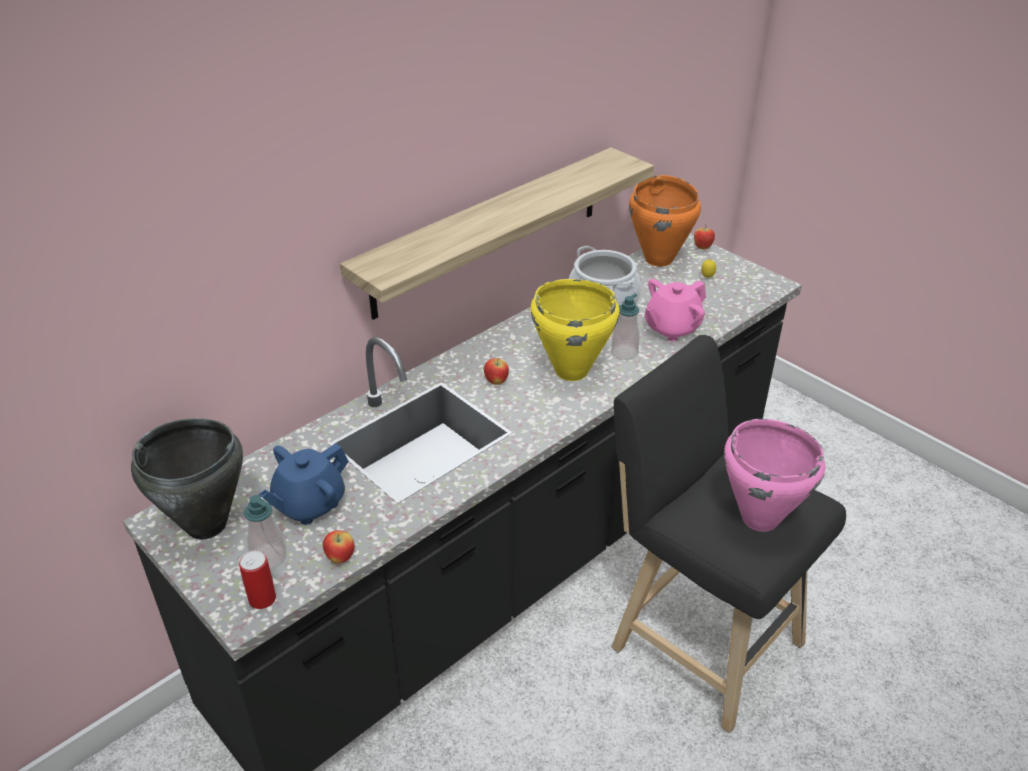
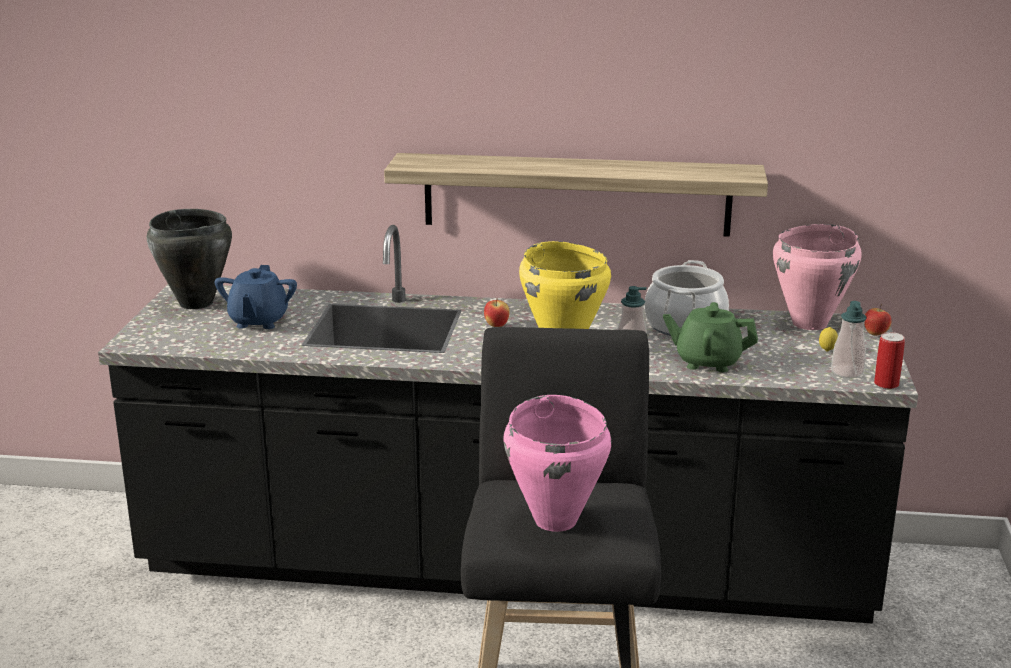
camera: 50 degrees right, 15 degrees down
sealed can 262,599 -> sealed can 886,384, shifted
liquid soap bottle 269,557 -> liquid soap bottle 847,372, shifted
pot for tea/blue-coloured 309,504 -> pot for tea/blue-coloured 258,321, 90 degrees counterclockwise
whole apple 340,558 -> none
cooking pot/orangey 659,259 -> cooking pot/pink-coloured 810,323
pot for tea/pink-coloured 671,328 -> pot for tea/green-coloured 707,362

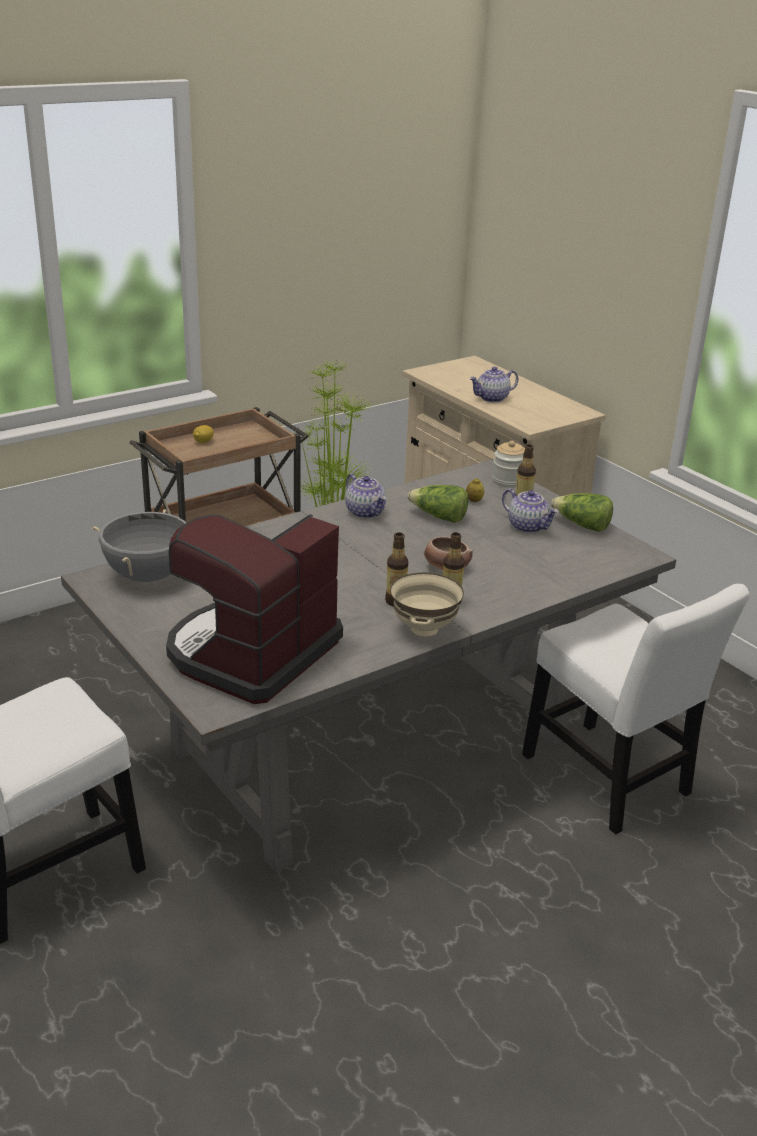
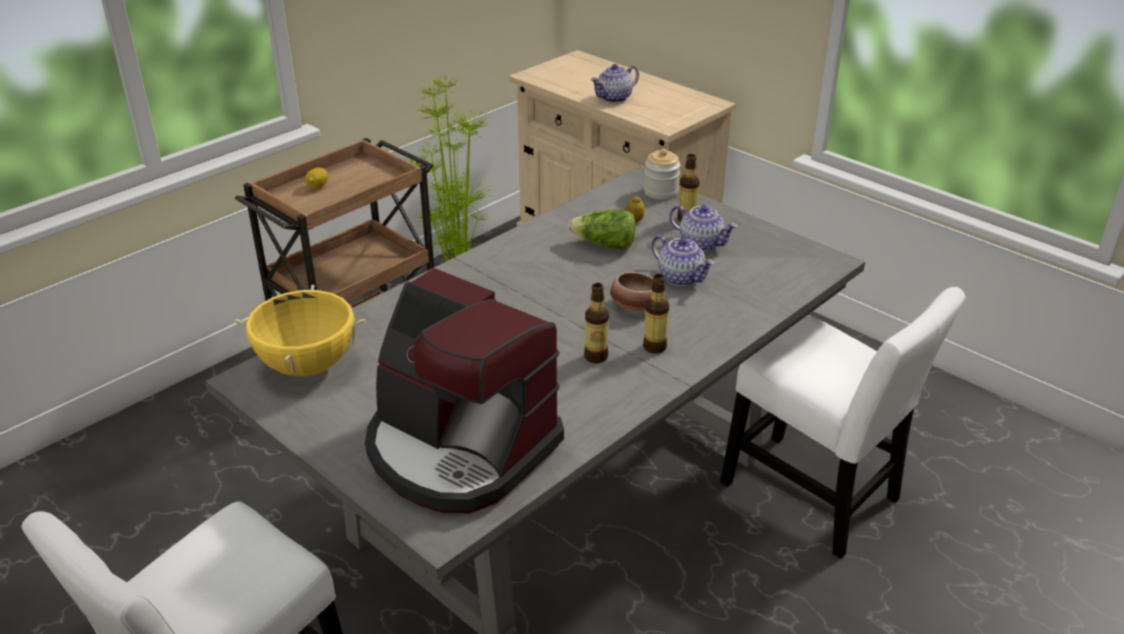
camera: 10 degrees left, 5 degrees up
cooking pot/gray 148,576 -> cooking pot/yellow-coloured 307,366
coffee maker 251,653 -> coffee maker 459,449, 75 degrees counterclockwise
pot for tea 366,512 -> pot for tea 681,277, shifted
bowl/sand-coloured 423,629 -> none
lettuce 582,525 -> none

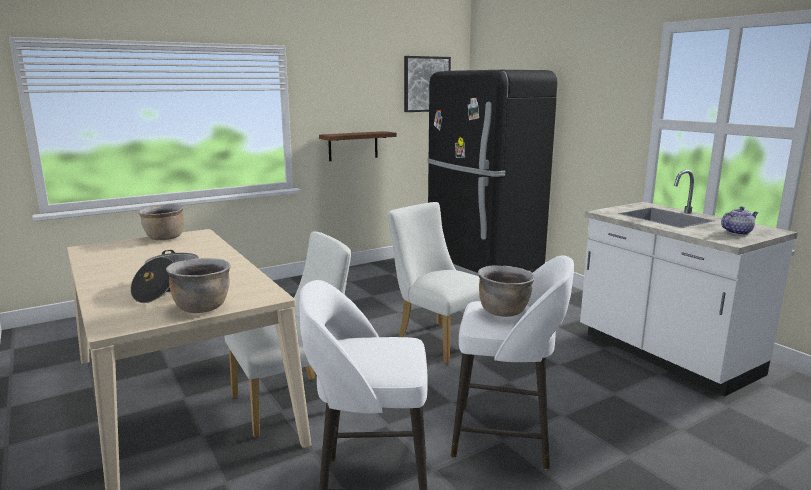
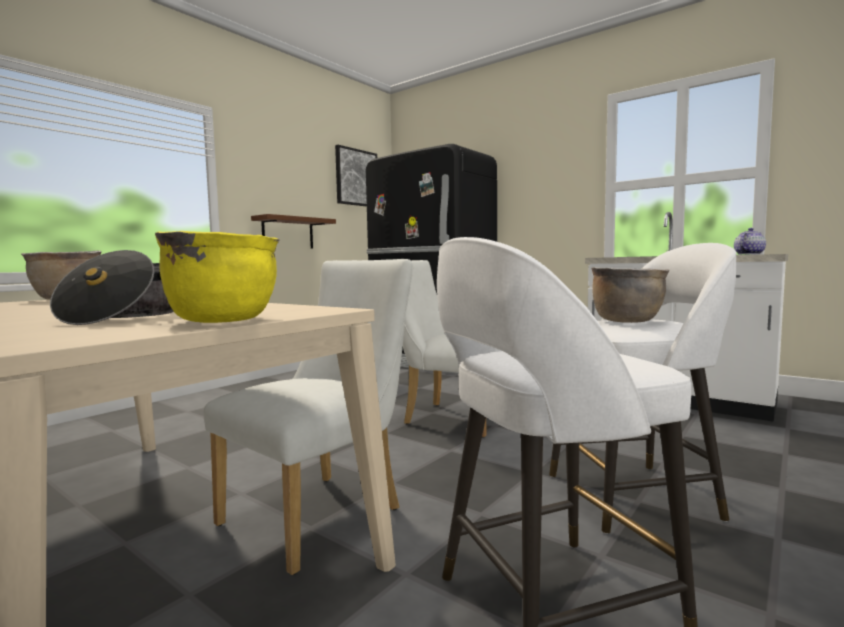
camera: 20 degrees left, 10 degrees down
cooking pot/brown 202,307 -> cooking pot/yellow-coloured 223,320

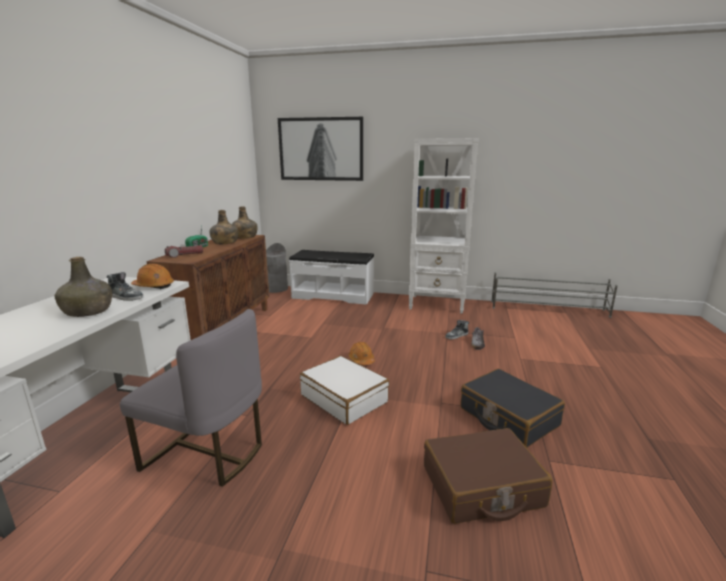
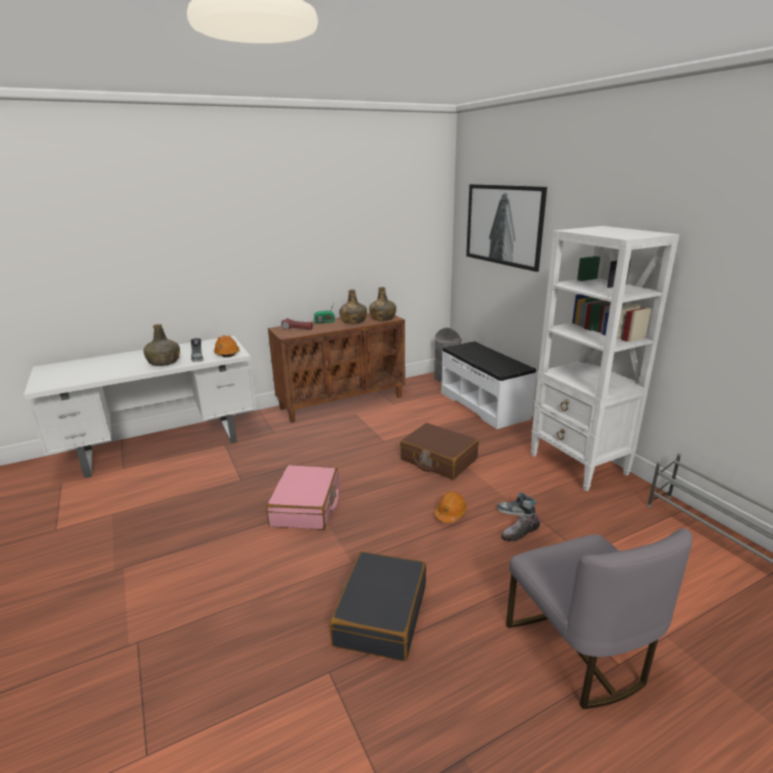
camera: 50 degrees right, 5 degrees up
plain chair/gray 207,453 -> plain chair/gray 578,651, shifted
suitcase/whitish 344,398 -> suitcase/pink-coloured 306,506
work helmet/orangey 361,360 -> work helmet/orangey 450,513, shifted
suitcase/brown 482,487 -> suitcase/brown 438,459, shifted

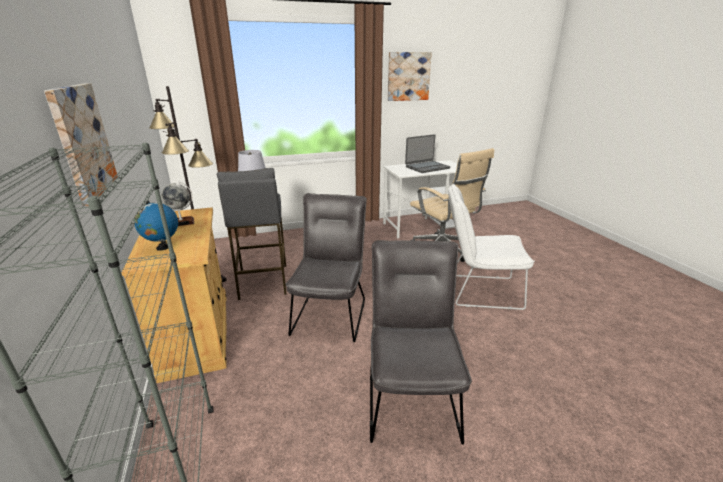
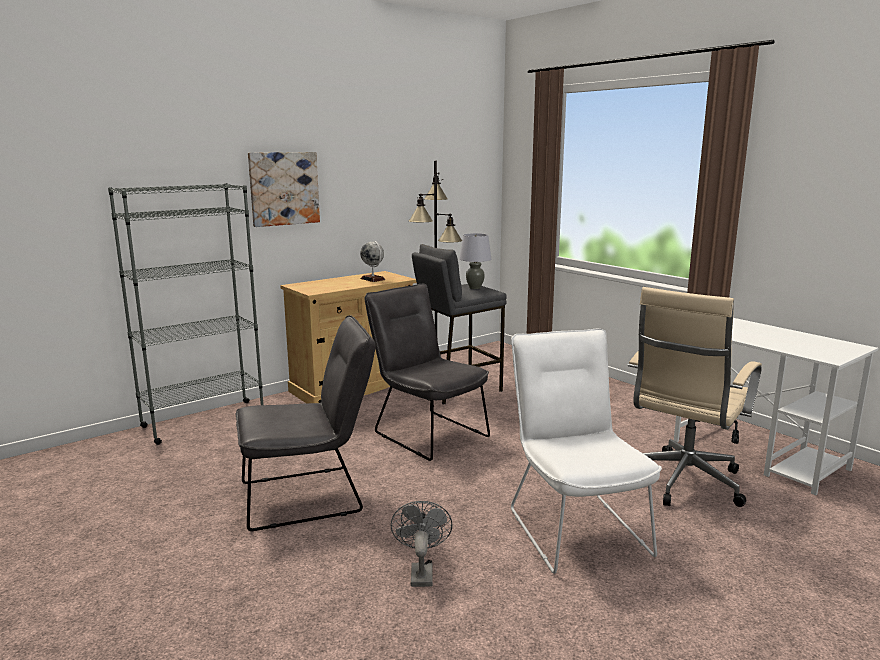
camera: 70 degrees right, 10 degrees down
world globe 162,247 -> none
plain chair/gray 331,313 -> plain chair/gray 426,432, 120 degrees counterclockwise
wall picture 408,76 -> none
laptop 427,167 -> none
none -> cooling fan/gray 421,572

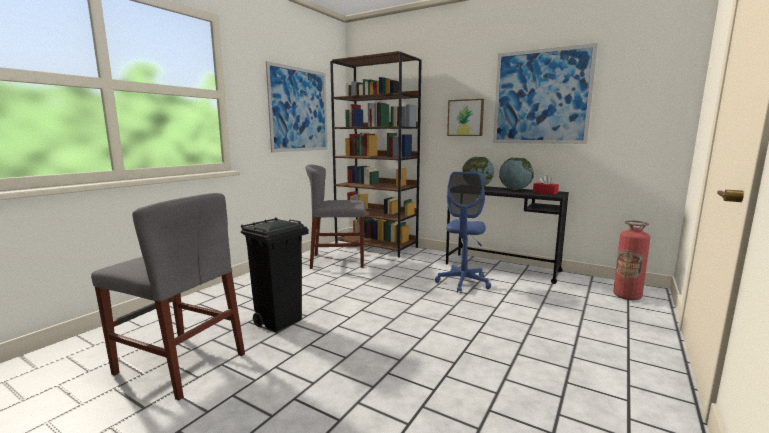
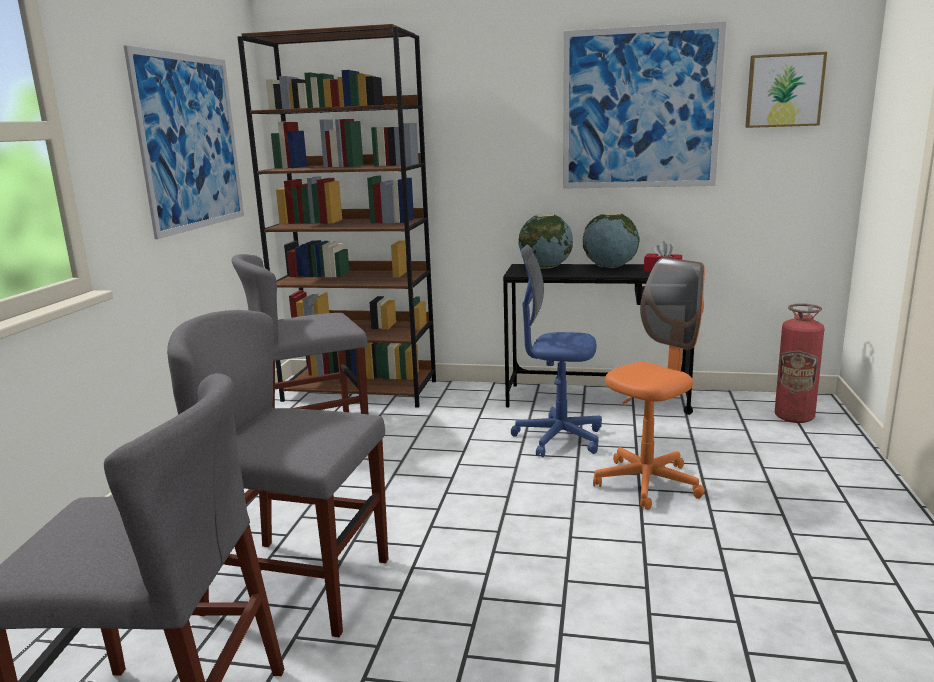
camera: 20 degrees left, 5 degrees up
trash can/black-coloured 280,321 -> plain chair/gray 299,585
office chair/blue-coloured 463,283 -> office chair/blue-coloured 558,438, 105 degrees clockwise
wall picture 465,118 -> wall picture 784,90, shifted
none -> office chair/orangey 647,483

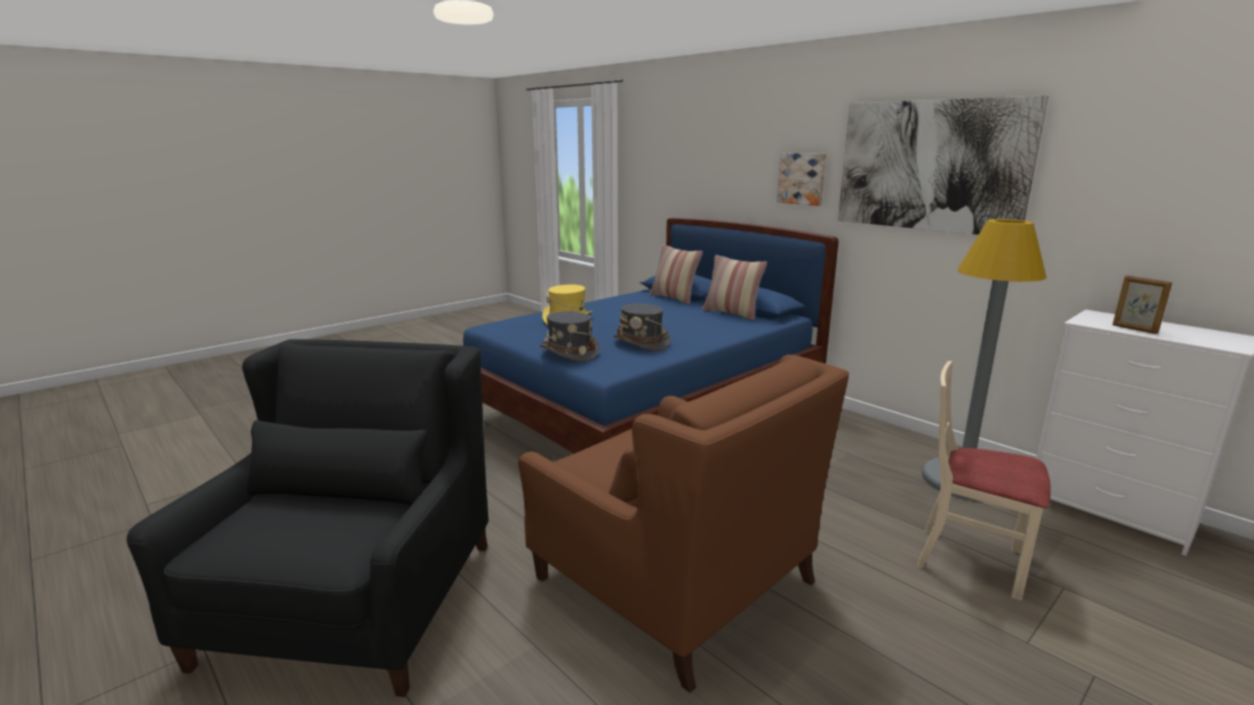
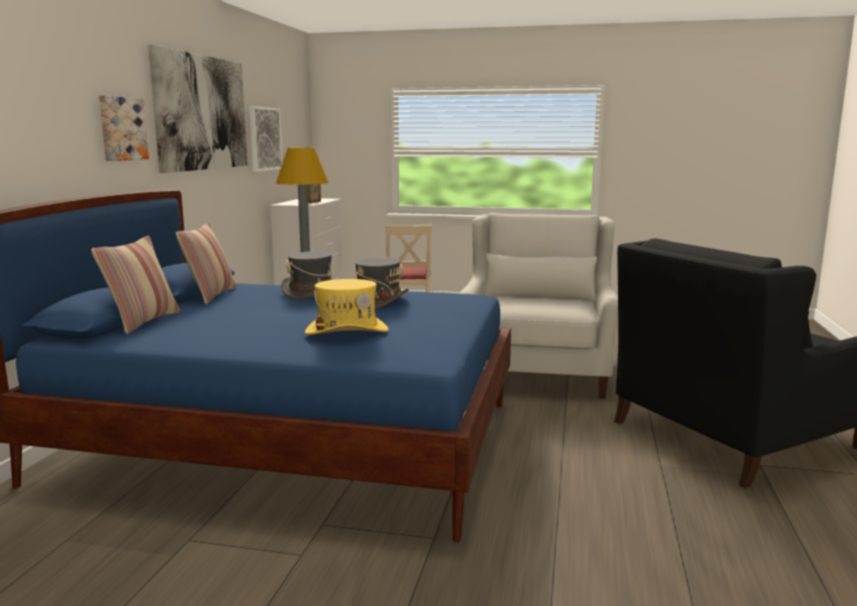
camera: 125 degrees left, 5 degrees down
easy chair/brown 673,579 -> easy chair/whitish 536,371
clothing hat/gray 569,353 -> clothing hat/gray 311,292, shifted
none -> wall picture 264,139

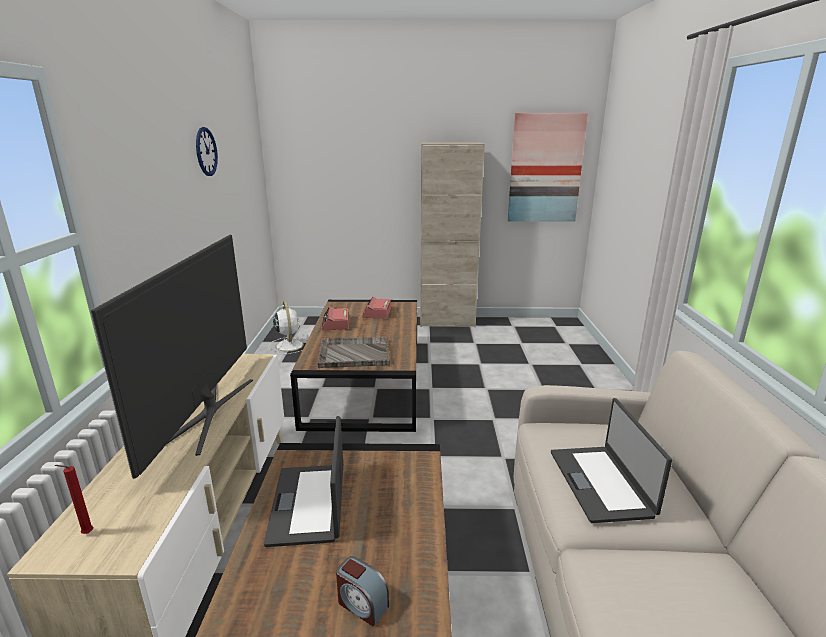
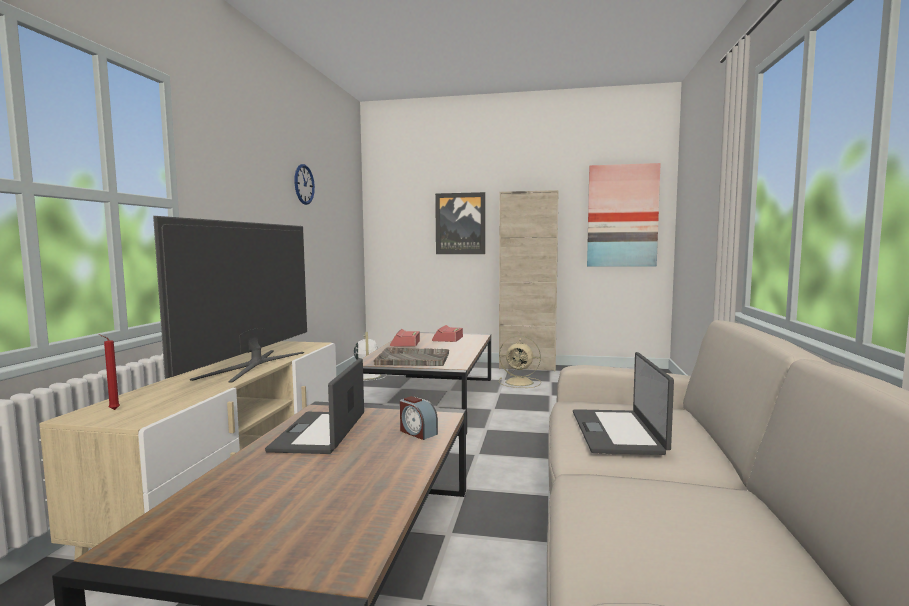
camera: 10 degrees right, 15 degrees down
table clock 362,604 -> table clock 417,432, shifted
none -> wall picture 460,223
none -> cooling fan/sand-coloured 520,382

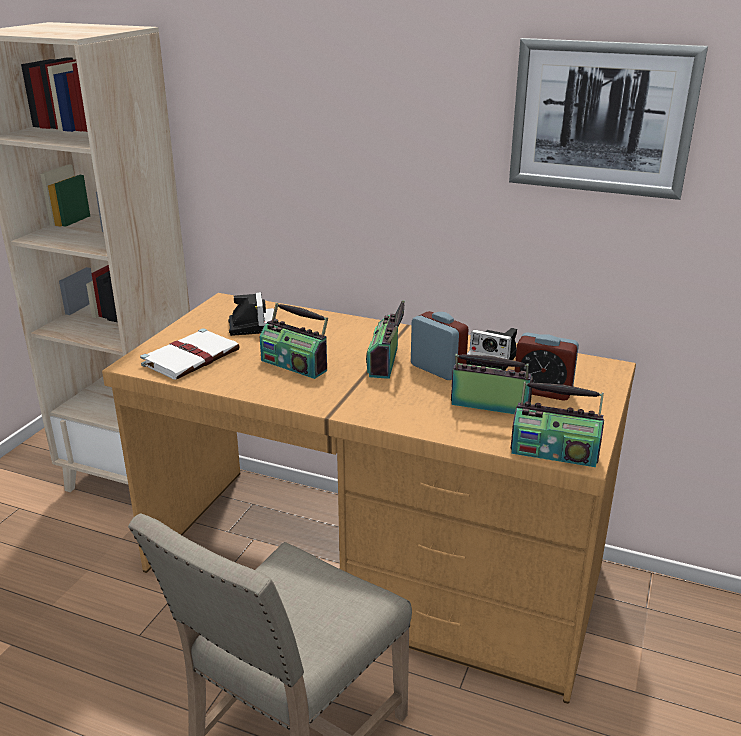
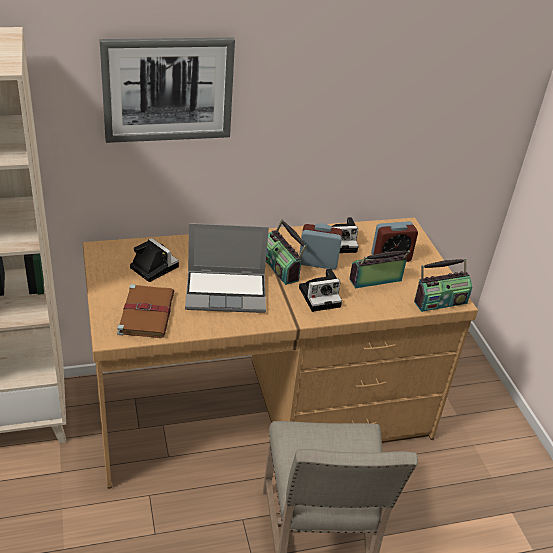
camera: 40 degrees left, 10 degrees up
volume/whitish 192,357 -> volume/brown 146,312
radio 295,364 -> laptop 227,292
wall picture 601,118 -> wall picture 168,89, shifted
none -> still camera 321,296

